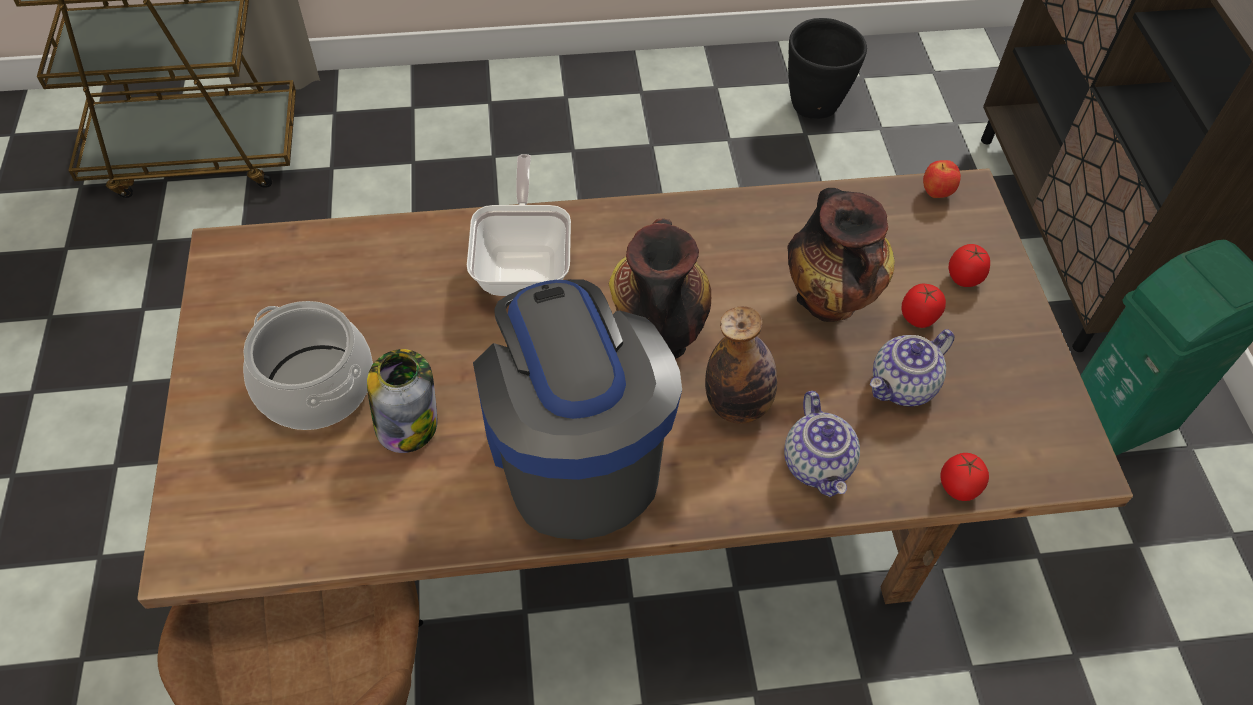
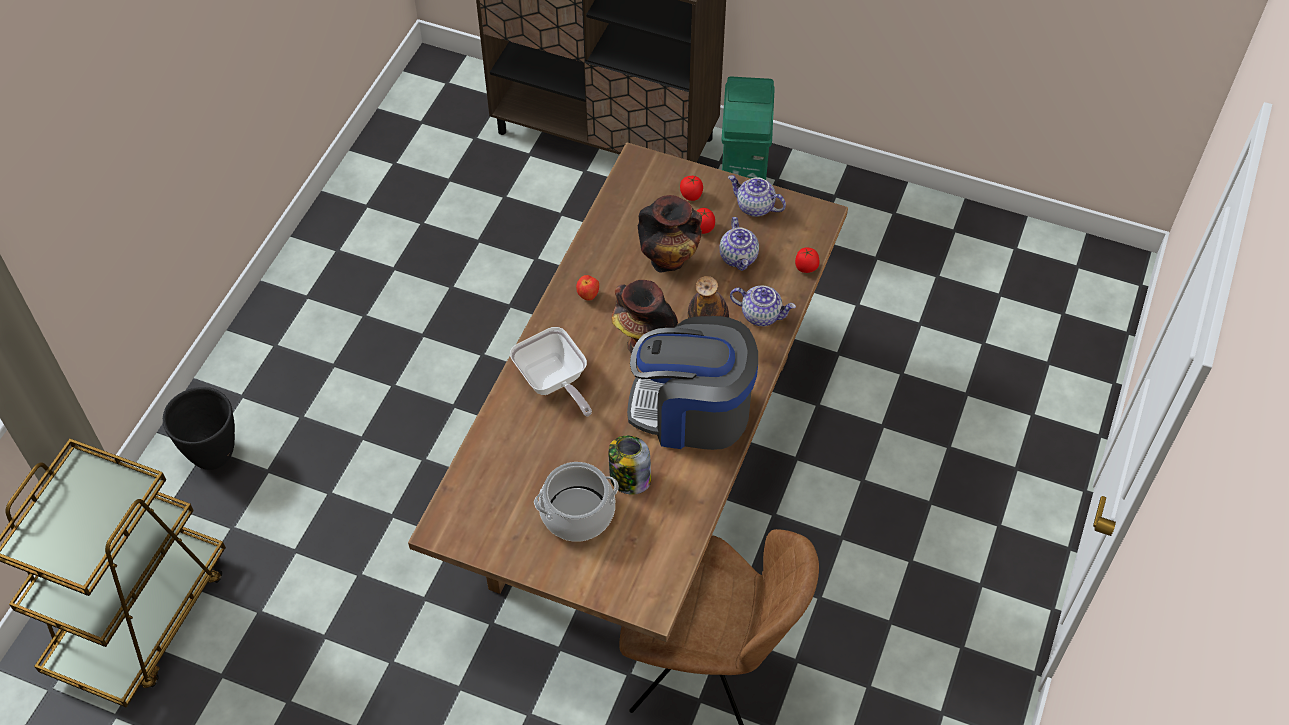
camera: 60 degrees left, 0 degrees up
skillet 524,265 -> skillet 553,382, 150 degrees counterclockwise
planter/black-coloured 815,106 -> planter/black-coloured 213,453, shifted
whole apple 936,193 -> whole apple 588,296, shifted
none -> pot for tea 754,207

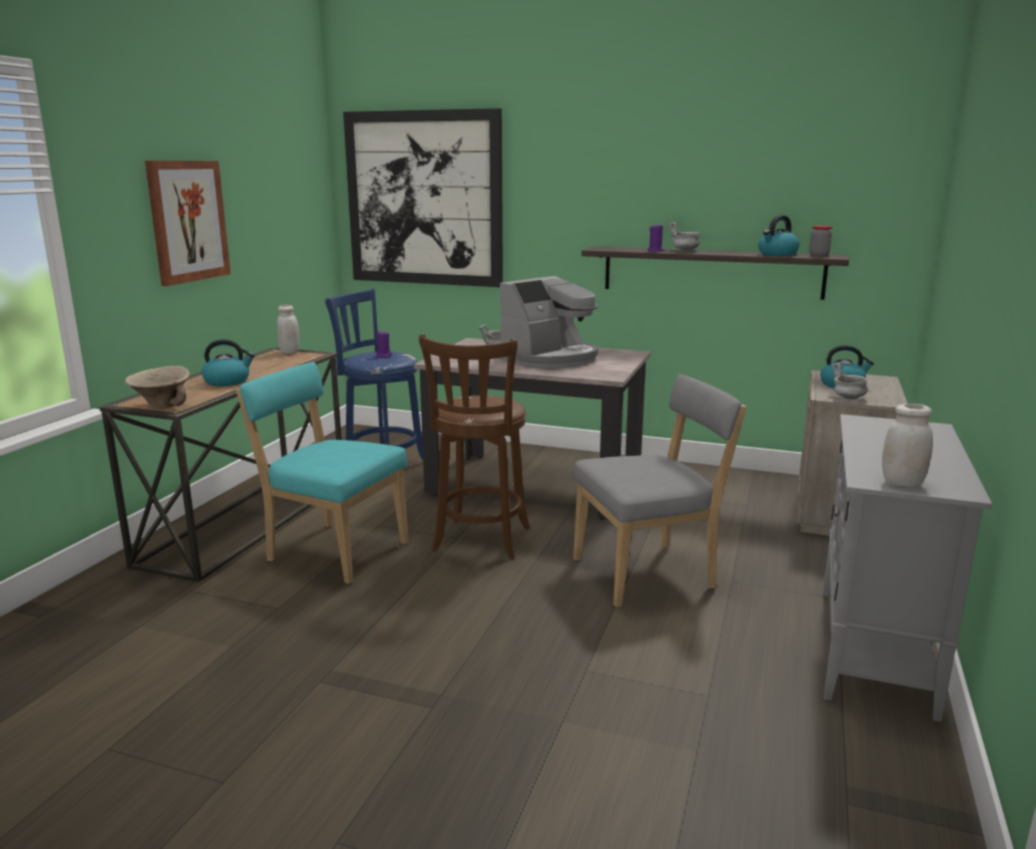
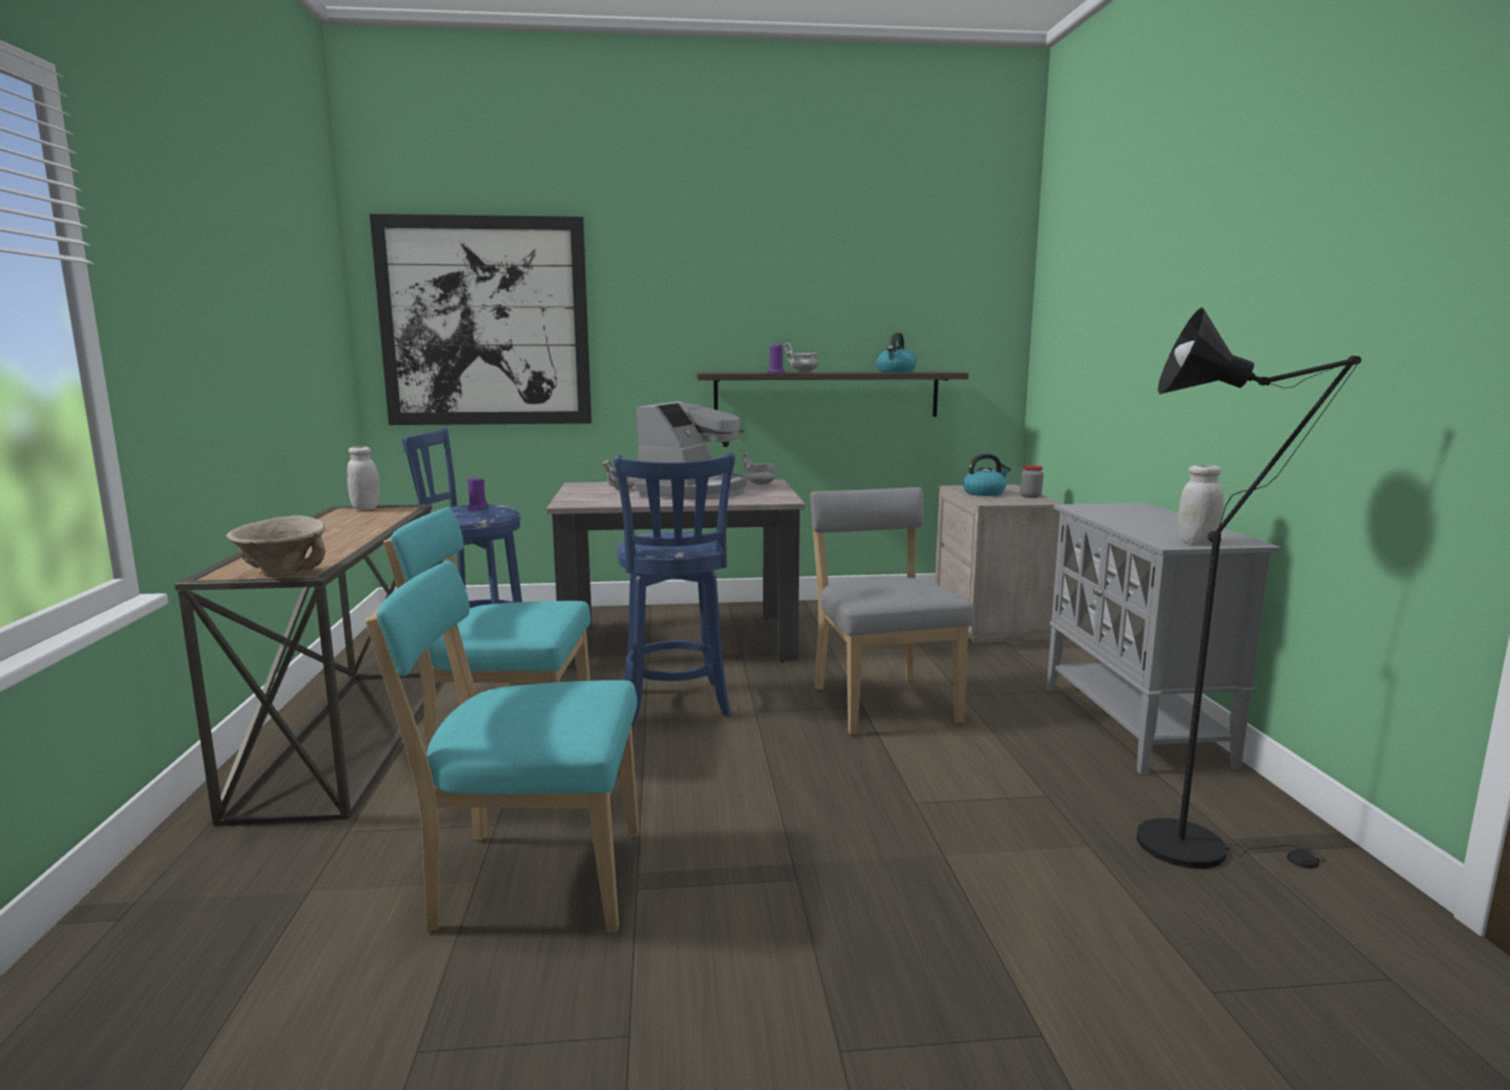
camera: 25 degrees left, 5 degrees down
wall picture 188,221 -> none
kettle 228,381 -> none
stool/brown 480,541 -> stool/blue-coloured 675,705
plain chair/gray 649,573 -> plain chair/gray 881,702, 60 degrees counterclockwise
storage jar 818,255 -> storage jar 1030,496, shifted
bowl/gray 847,398 -> bowl/gray 759,484, shifted
none -> plain chair/turquoise 528,879
none -> standing lamp/black-coloured 1198,845

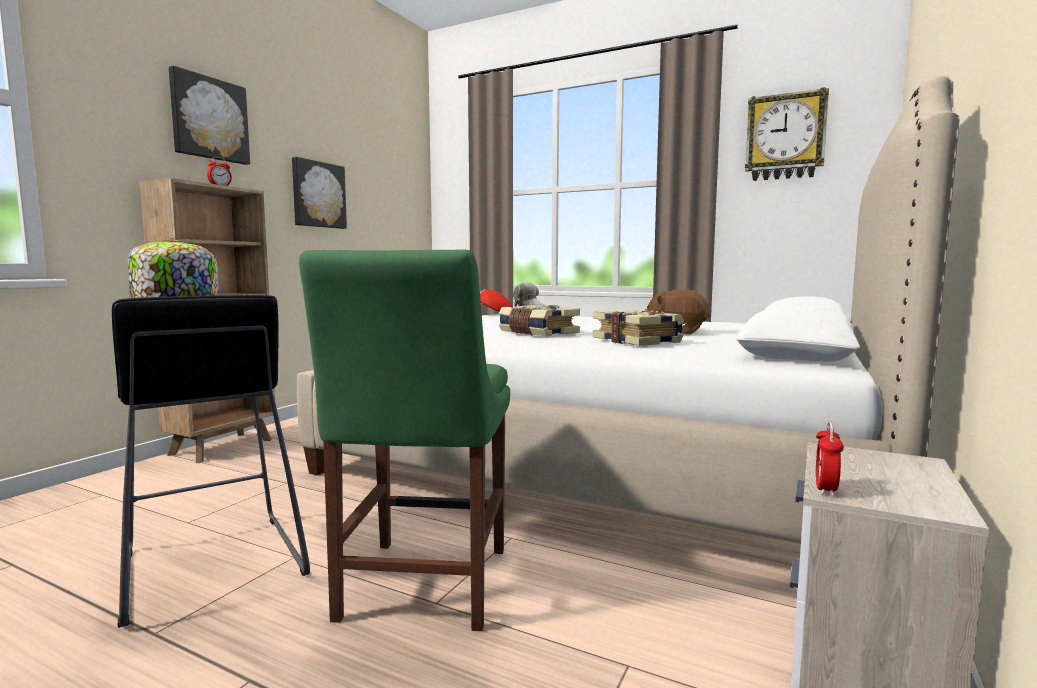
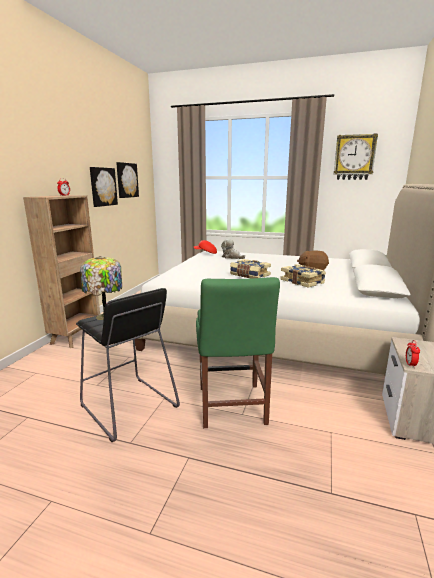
camera: 10 degrees left, 10 degrees up
wall picture 209,119 -> wall picture 126,180, shifted

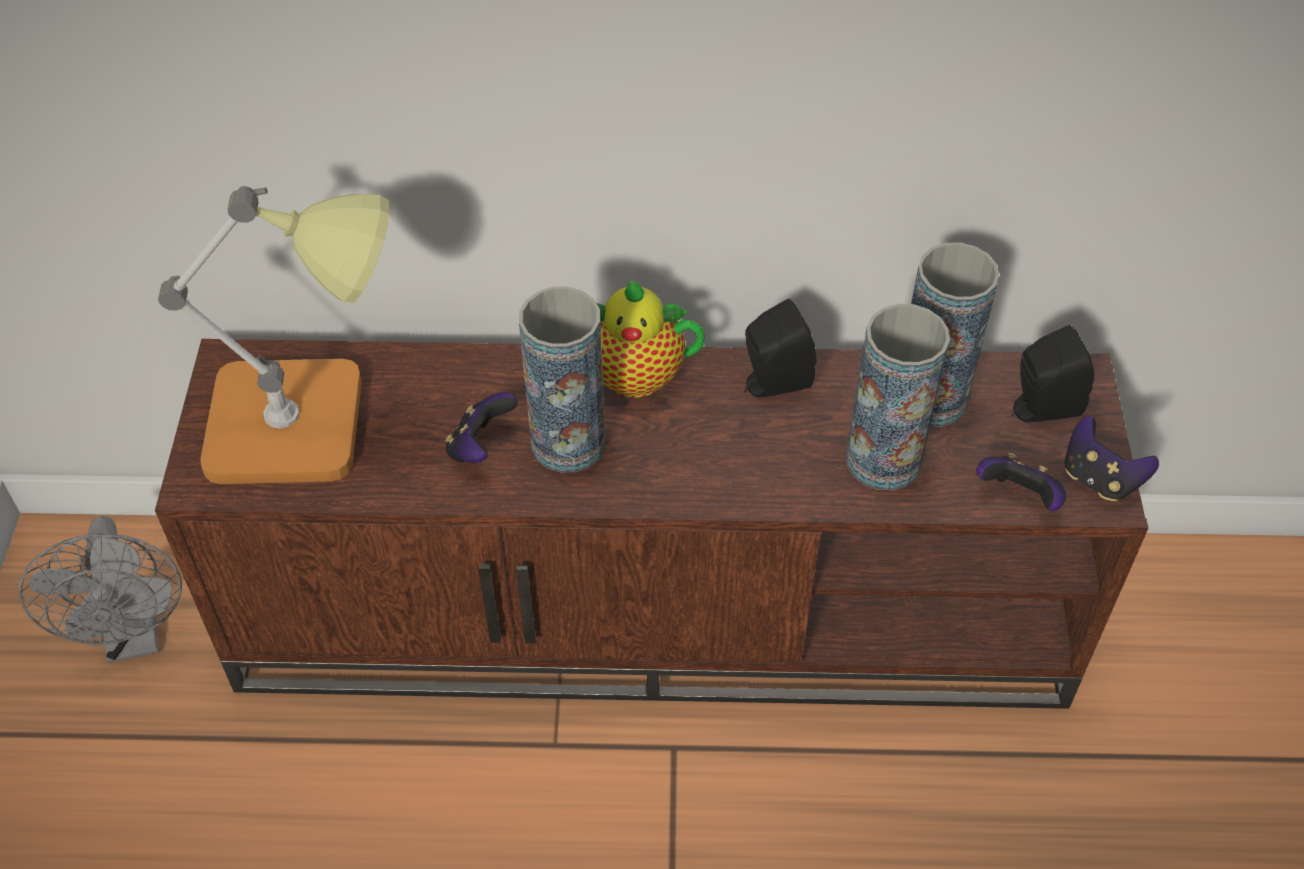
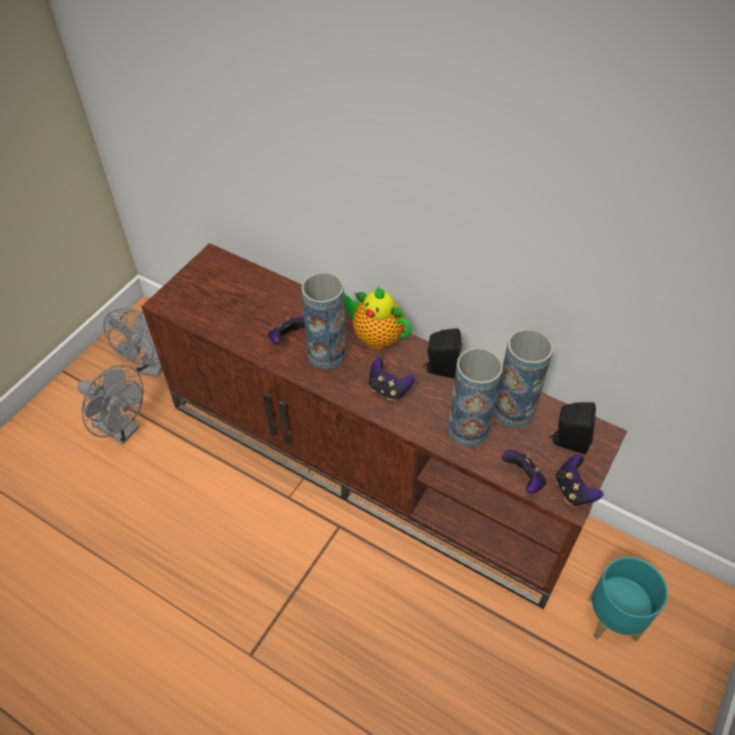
camera: 30 degrees right, 0 degrees up
table lamp 309,423 -> none
none -> cooling fan/gray 122,429
none -> joypad 388,389
none -> planter/turquoise 613,619

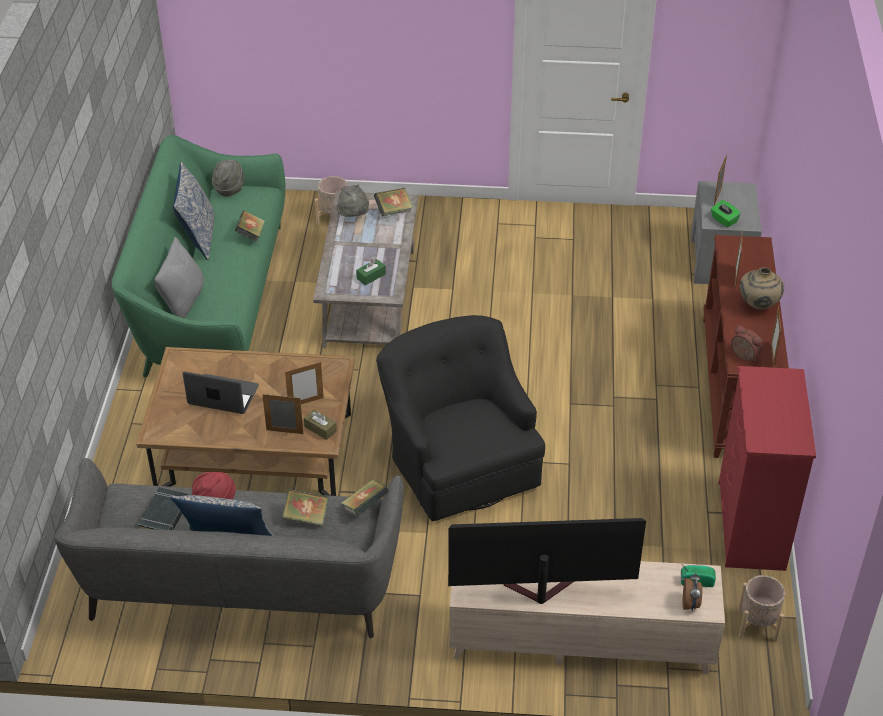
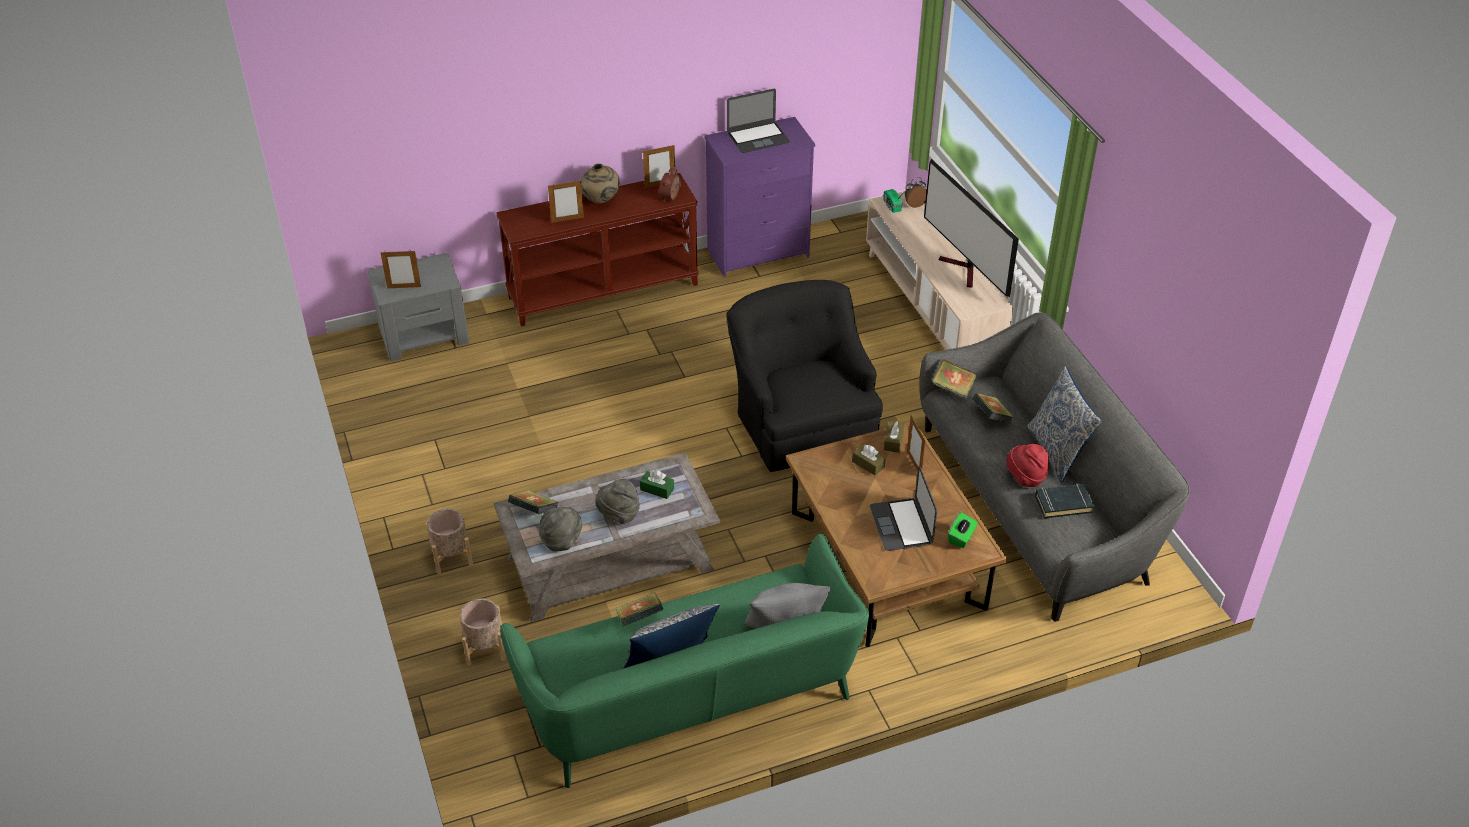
camera: 115 degrees left, 0 degrees up
clothing hat/gray 229,189 -> clothing hat/gray 619,514, shifted
picture frame 306,402 -> box of tissues/brown 868,464
easy chair/black-coloured 460,462 -> easy chair/black-coloured 802,421, 120 degrees clockwise
box of tissues/green-coloured 724,220 -> box of tissues/green-coloured 961,537, shifted
chest of drawers/red-coloured 750,526 -> chest of drawers/purple-coloured 759,253
planter/sand-coloured 757,624 -> planter/sand-coloured 452,557, shifted
none -> laptop 758,137

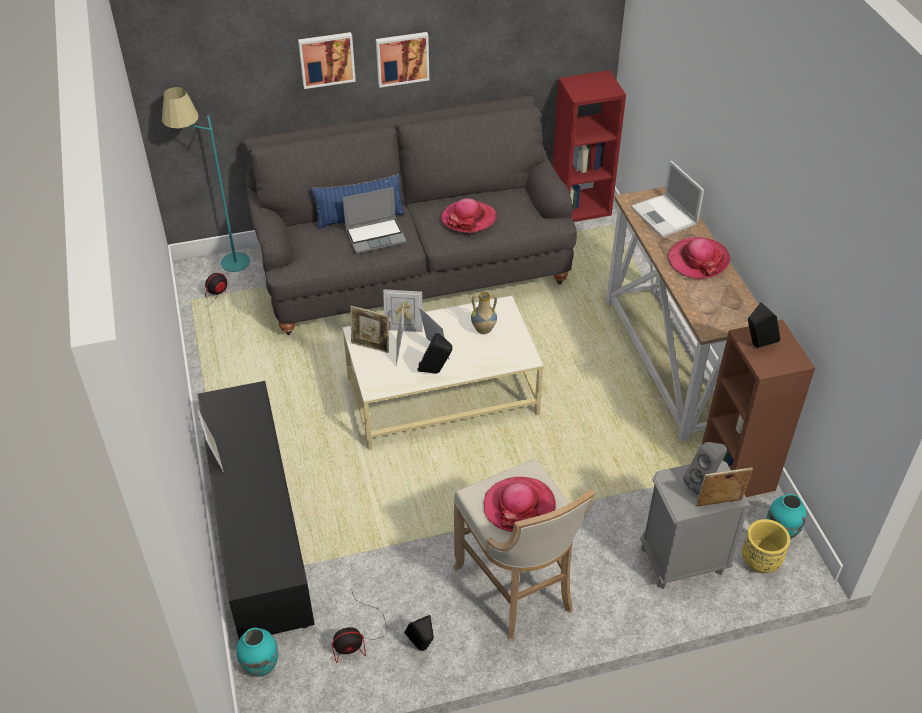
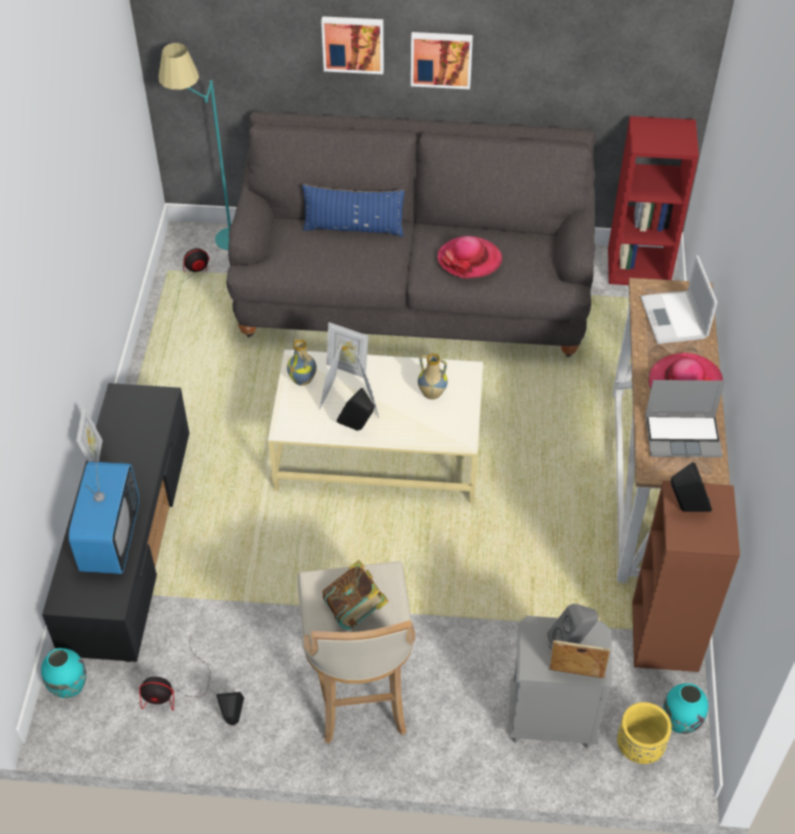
camera: 20 degrees right, 5 degrees up
laptop 376,236 -> laptop 683,435, shifted
picture frame 371,346 -> decorative vase 303,380
clothing hat 519,506 -> volume 355,610
none -> TV 110,538

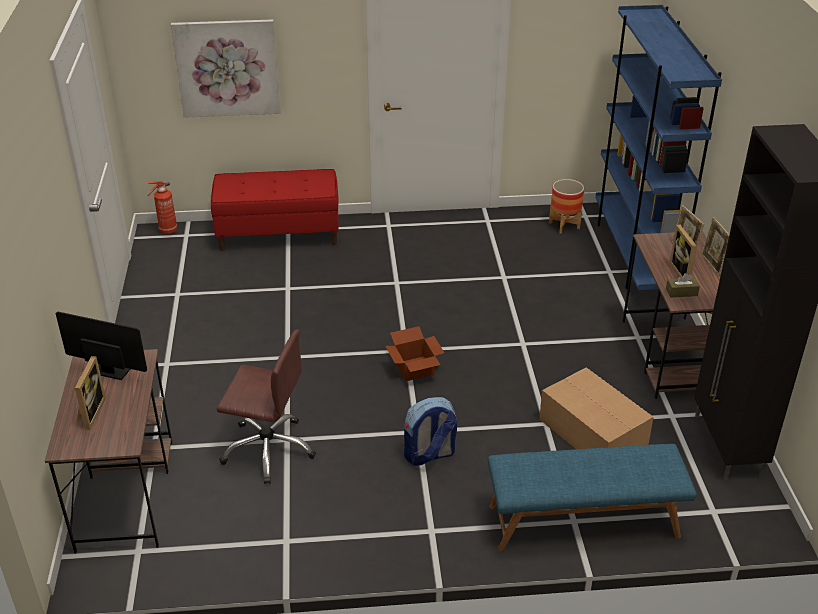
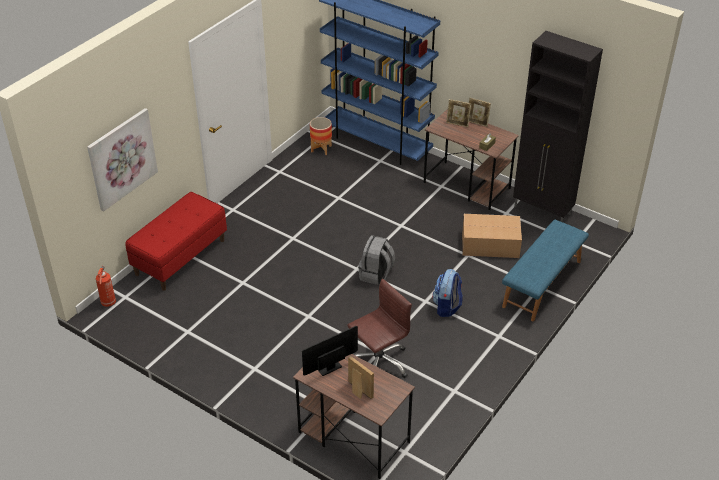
camera: 50 degrees left, 5 degrees up
cardboard box 414,369 -> knapsack/gray 376,274
picture frame 683,273 -> none

